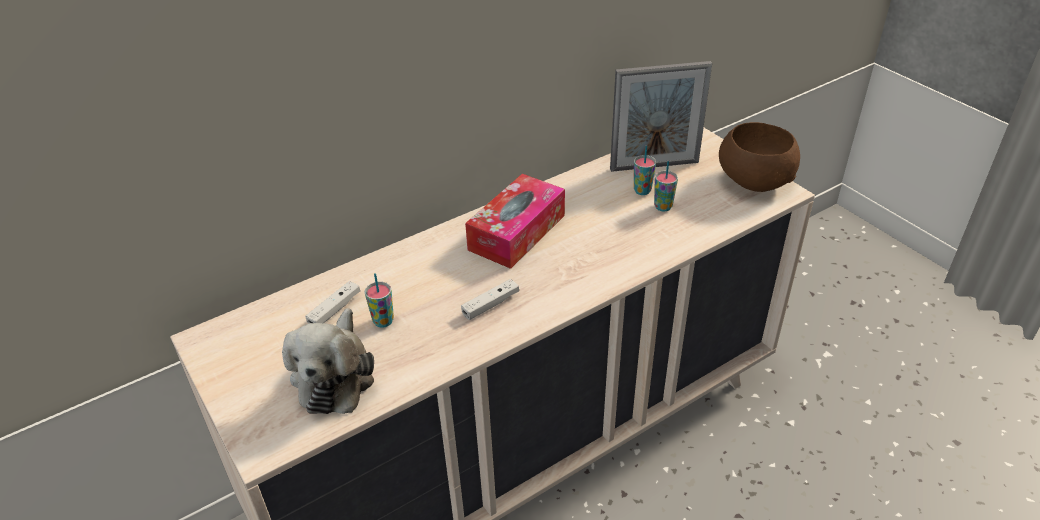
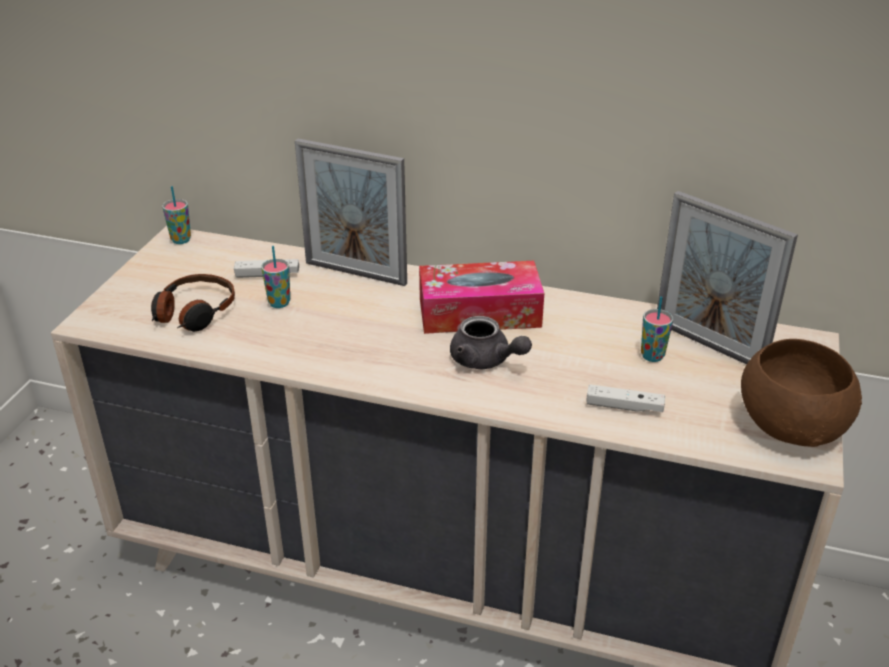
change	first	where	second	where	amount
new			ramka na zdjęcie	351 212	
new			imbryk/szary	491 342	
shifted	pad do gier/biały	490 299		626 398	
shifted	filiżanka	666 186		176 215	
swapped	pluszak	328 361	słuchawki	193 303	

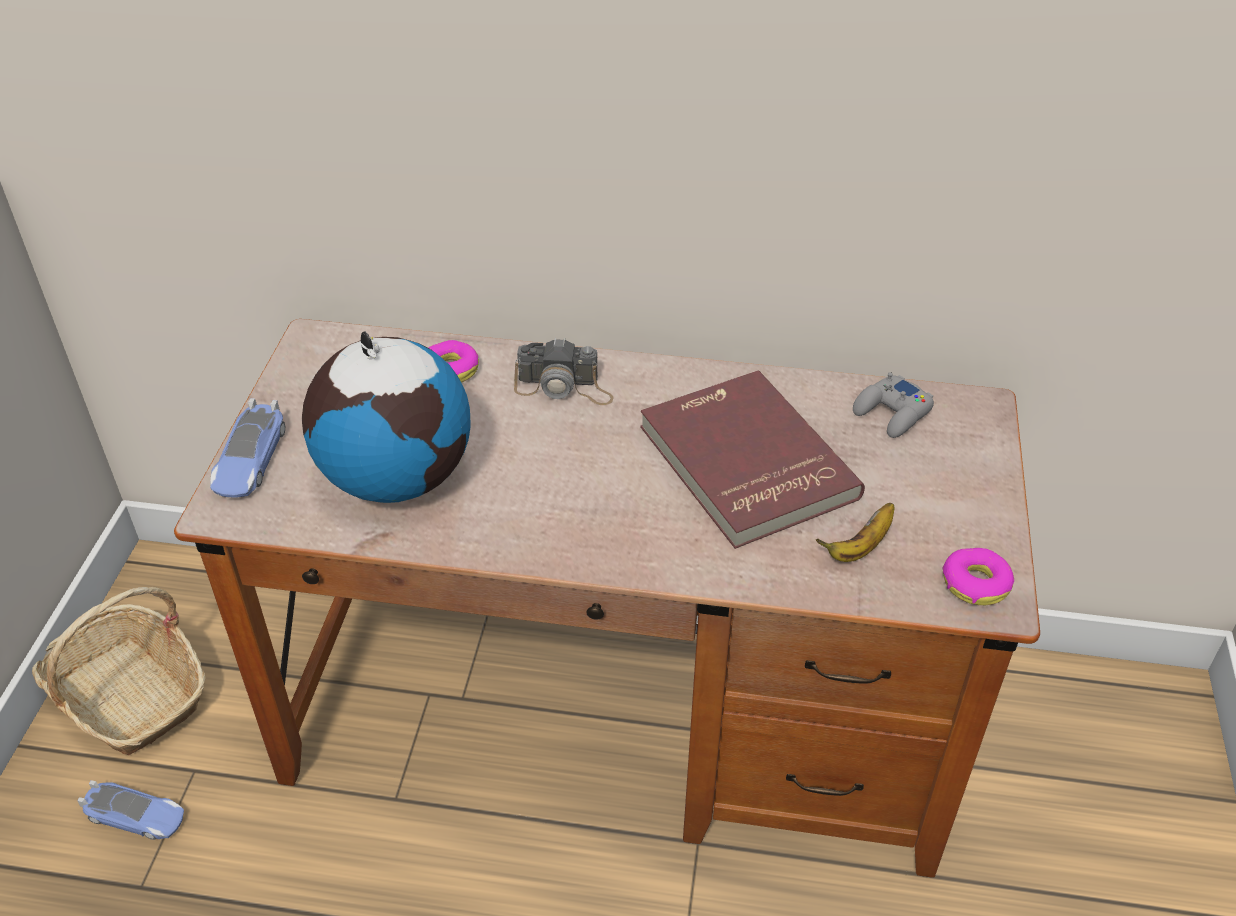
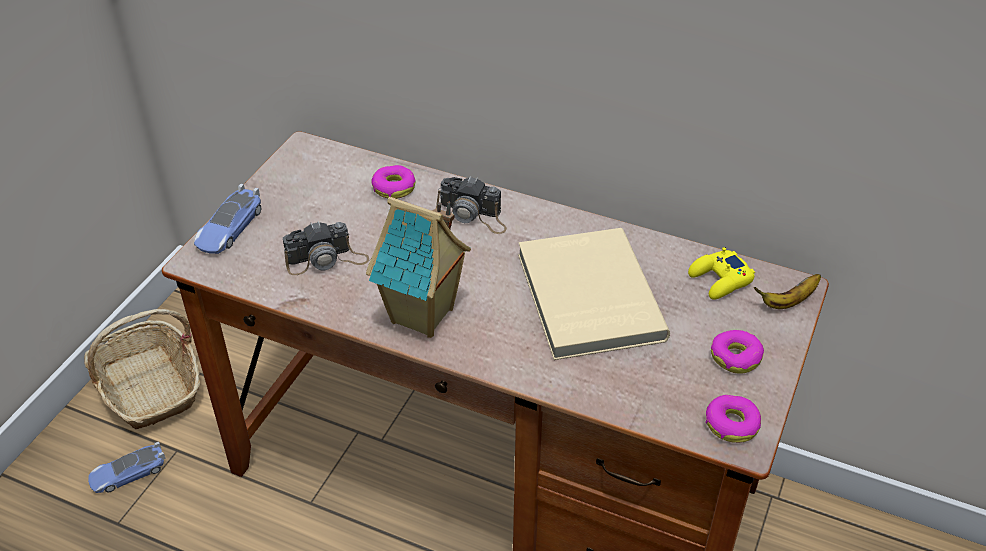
change	first	where	second	where	amount
new			domek	418 267	
new			donut	737 352	
shifted	banan	855 532		787 291	
swapped	globus	386 417	aparat fotograficzny	326 248	
repainted	książka/czerwony	752 460	książka/beżowy	594 294	
repainted	pad do gier/szary	893 405	pad do gier/żółty	721 273	
rotated	samochodzik	130 810		127 467	120 degrees clockwise

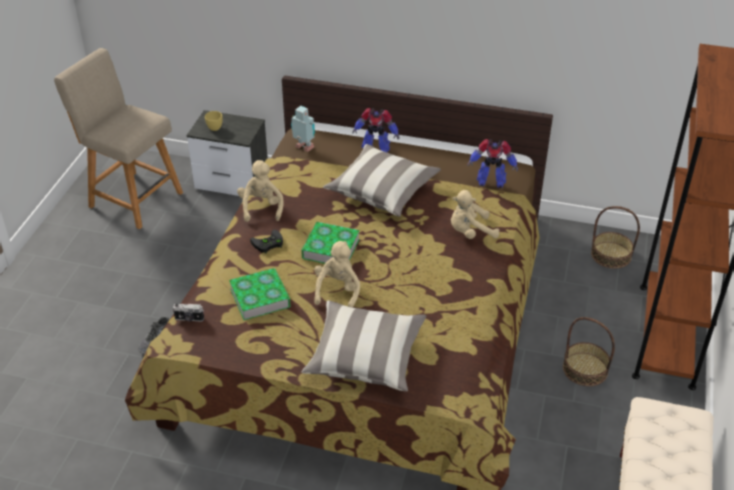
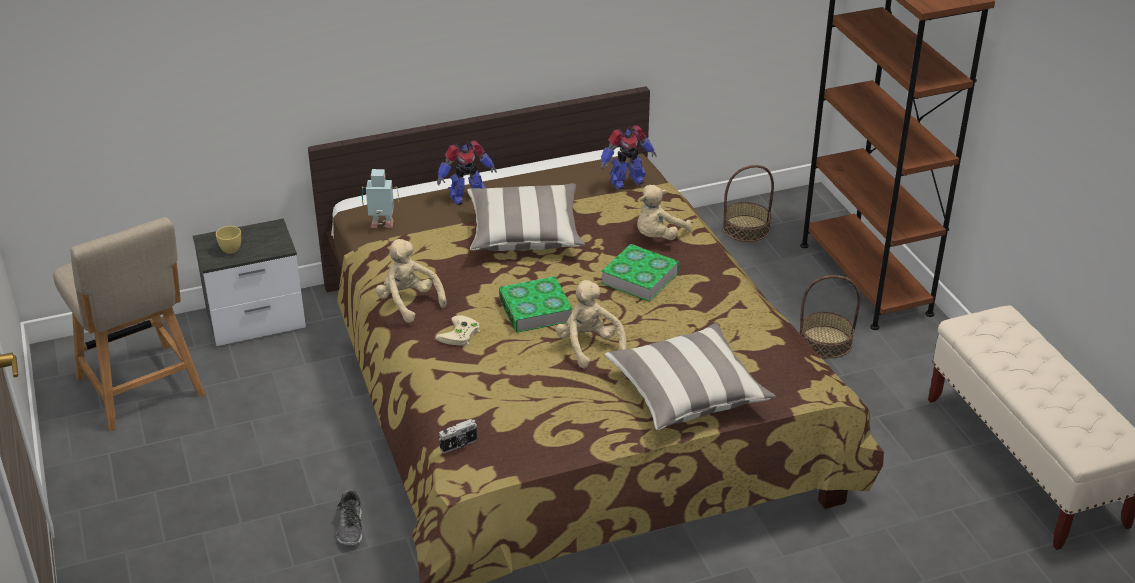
change	first	where	second	where	amount
shifted	książka	260 294		640 273	
repainted	pad do gier/czarny	266 242	pad do gier/beżowy	458 330	
rotated	krzesło/beżowy	118 138		129 324	120 degrees counterclockwise

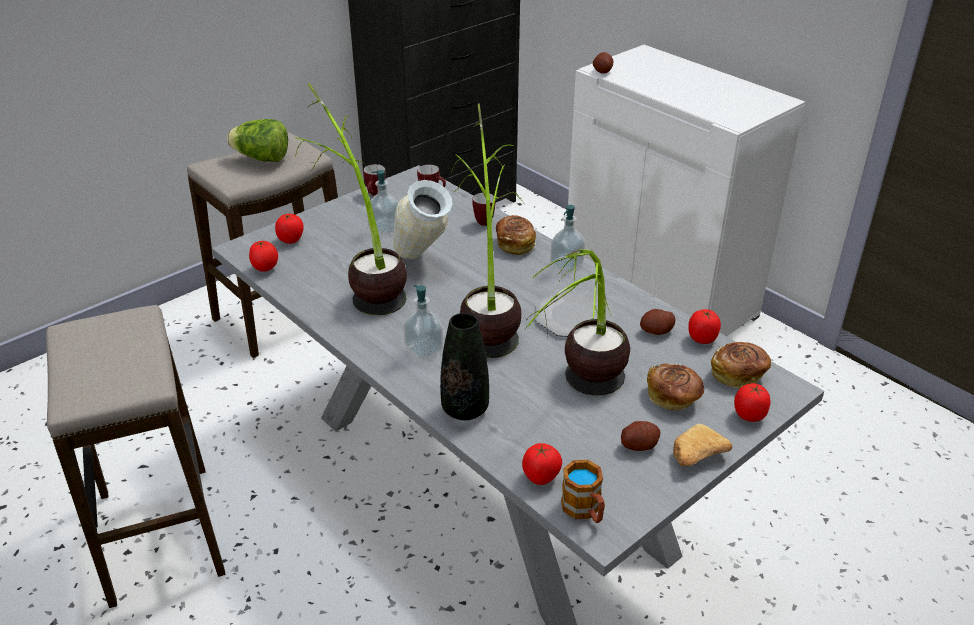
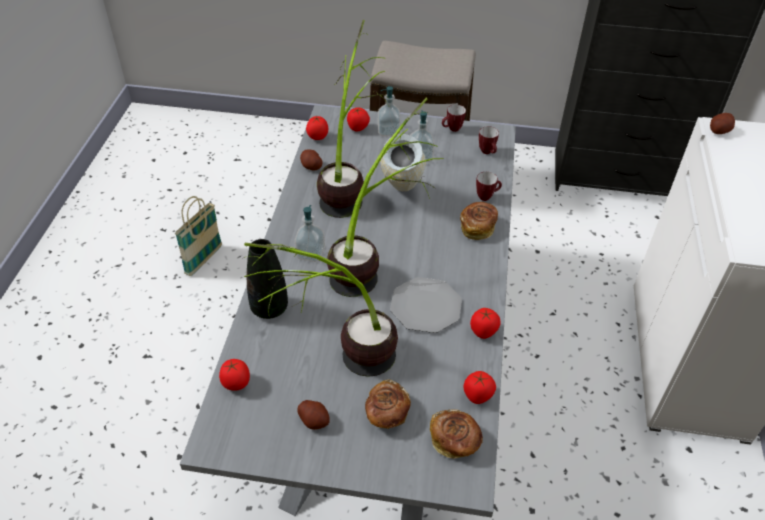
change	first	where	second	where	amount
gone	sałata	257 140			
gone	kubek	583 491			
gone	chleb	703 445			
shifted	dozownik mydła	568 238		389 111	
shifted	ziemniak	657 322		311 159	
shifted	pomidor	752 402		485 323	
swapped	stołek	135 456	koszyk	198 236	

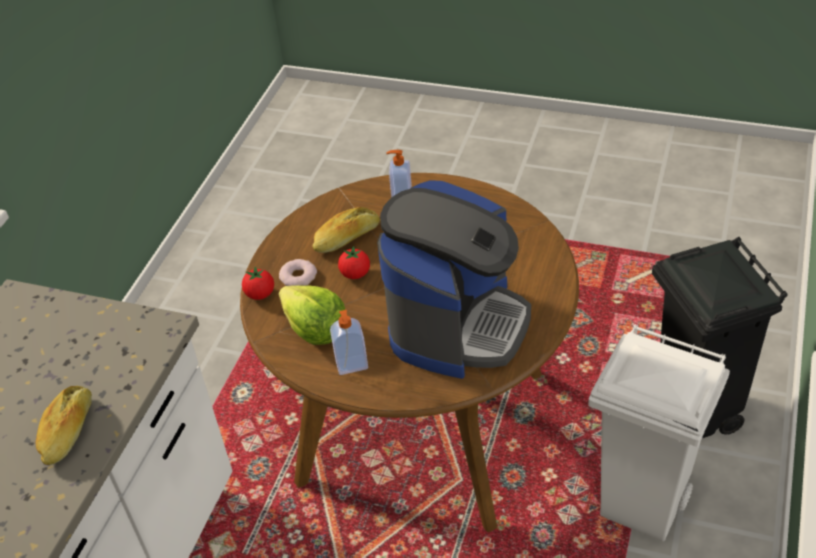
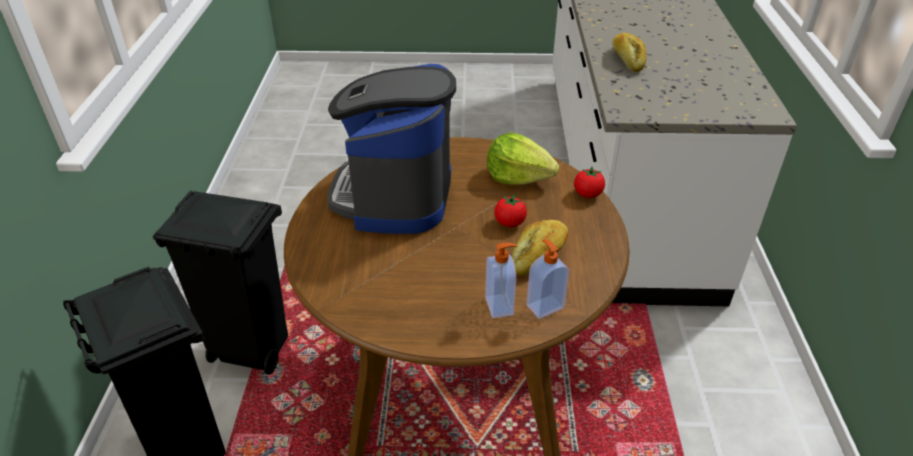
change	first	where	second	where	amount
gone	donut	298 272			
shifted	dozownik mydła	349 342		547 279	
repainted	kosz na śmieci/biały	659 433	kosz na śmieci/czarny	220 282	

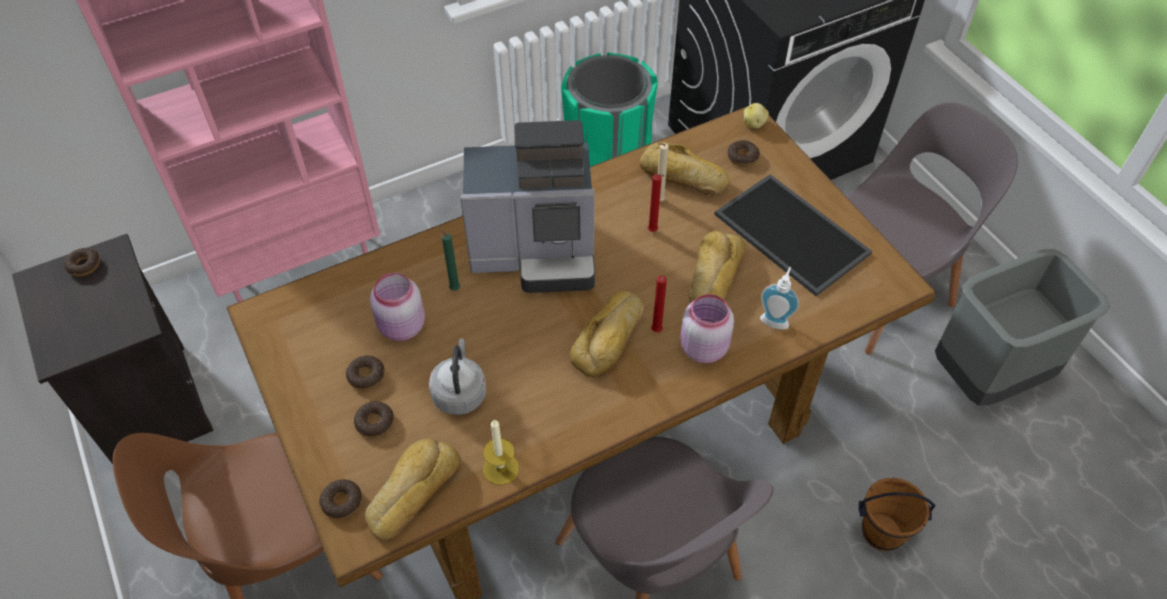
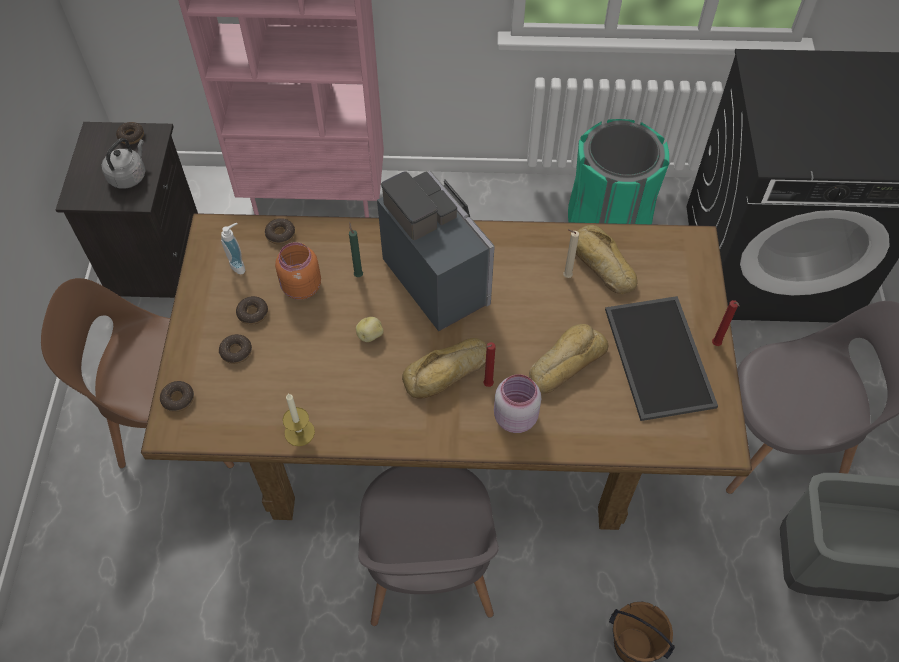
change	first	where	second	where	amount
gone	chleb	413 489			
shifted	czajnik/szary	458 377		123 163	
shifted	świeca/czerwony	656 203		726 323	
shifted	donut	743 153		280 231	
shifted	ziemniak	756 116		370 329	
shifted	dozownik mydła	779 298		233 248	
repainted	słoik/różowy	397 307	słoik/pomarańczowy	298 271	
rotated	ekspres do kawy	527 206		436 251	150 degrees counterclockwise

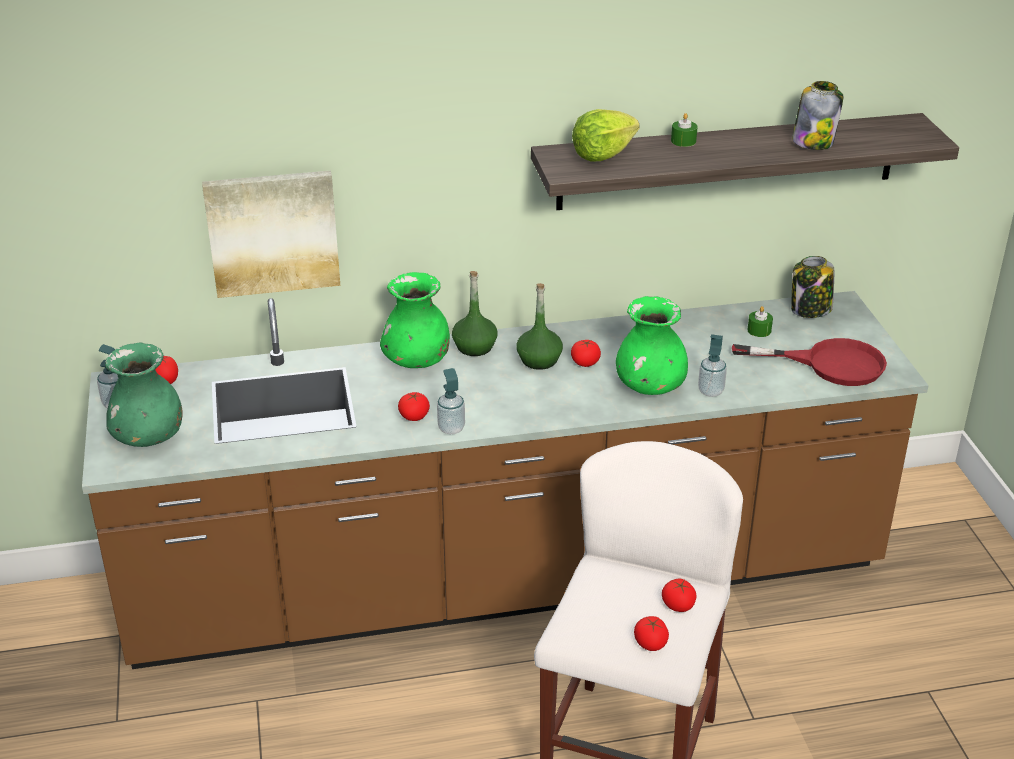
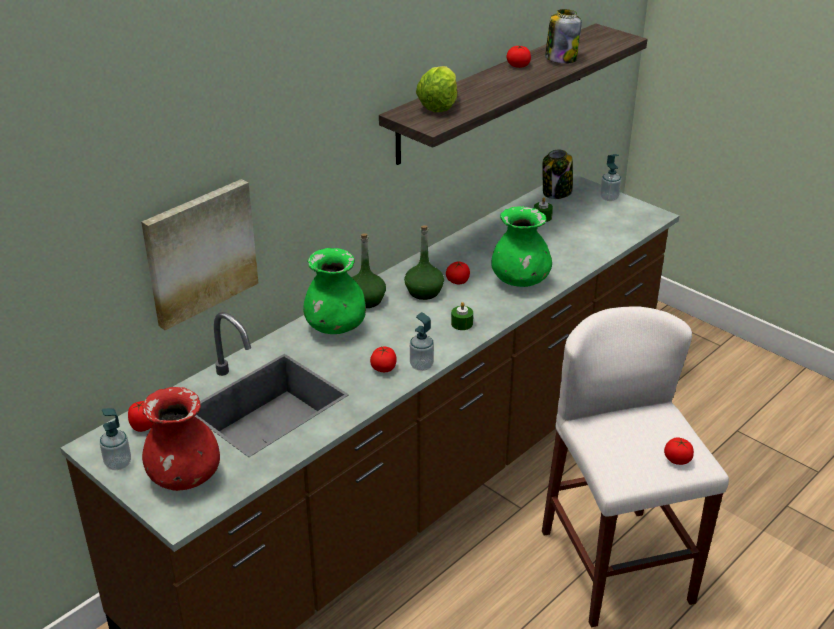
change	first	where	second	where	amount
gone	patelnia/czerwony	809 362			
shifted	pomidor	679 595		518 56	
shifted	świeca/zielony	684 130		462 316	
shifted	dozownik mydła	712 365		610 177	
repainted	wazon/zielony	144 395	wazon/czerwony	181 439	

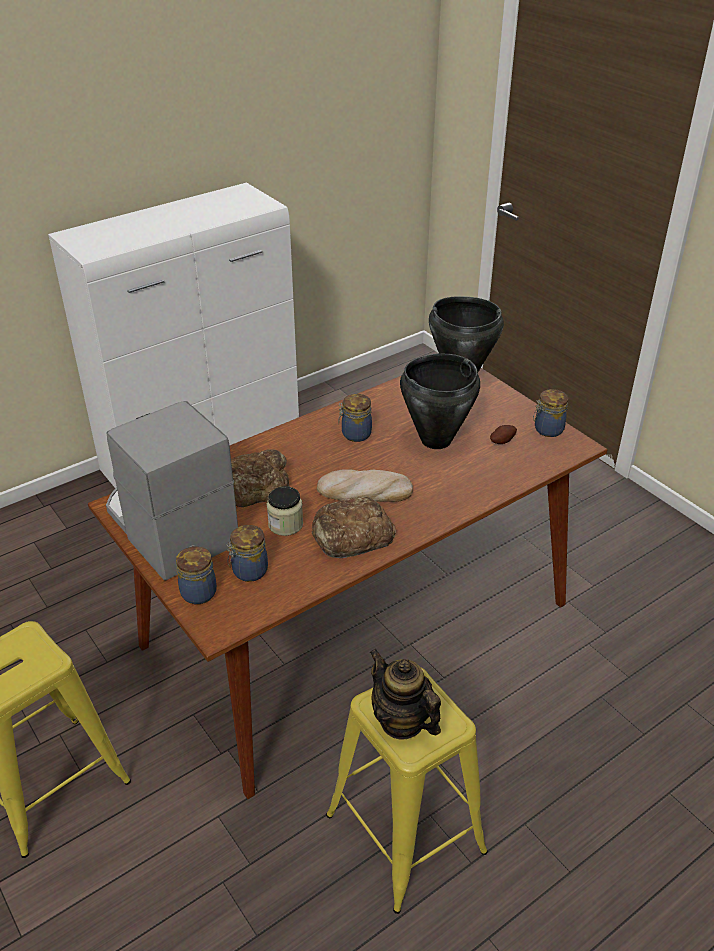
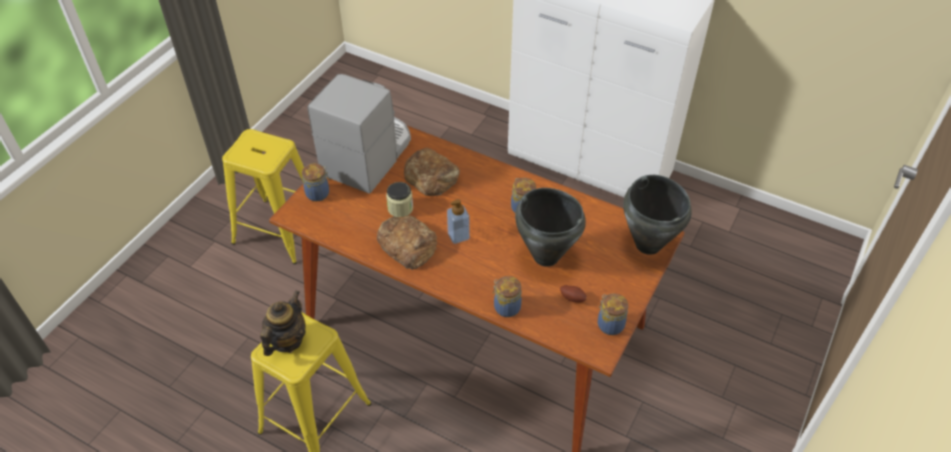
change	first	where	second	where	amount
shifted	słoik	247 553		507 296	
swapped	chleb	365 485	dozownik mydła	458 221	

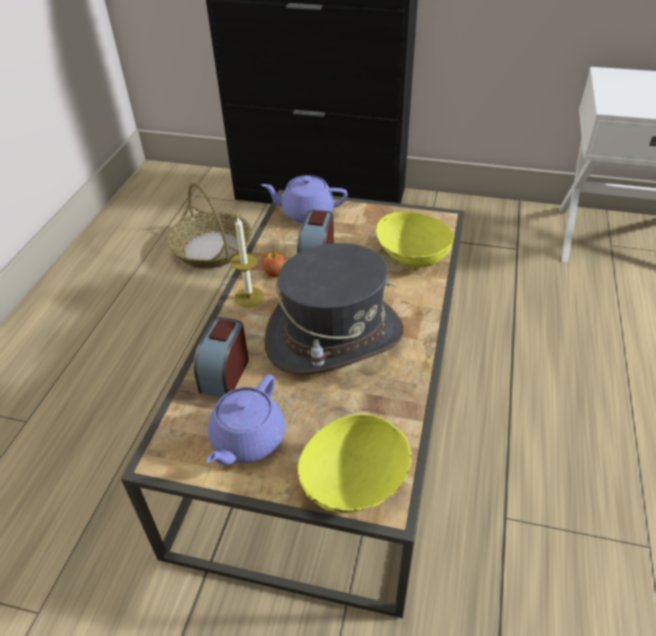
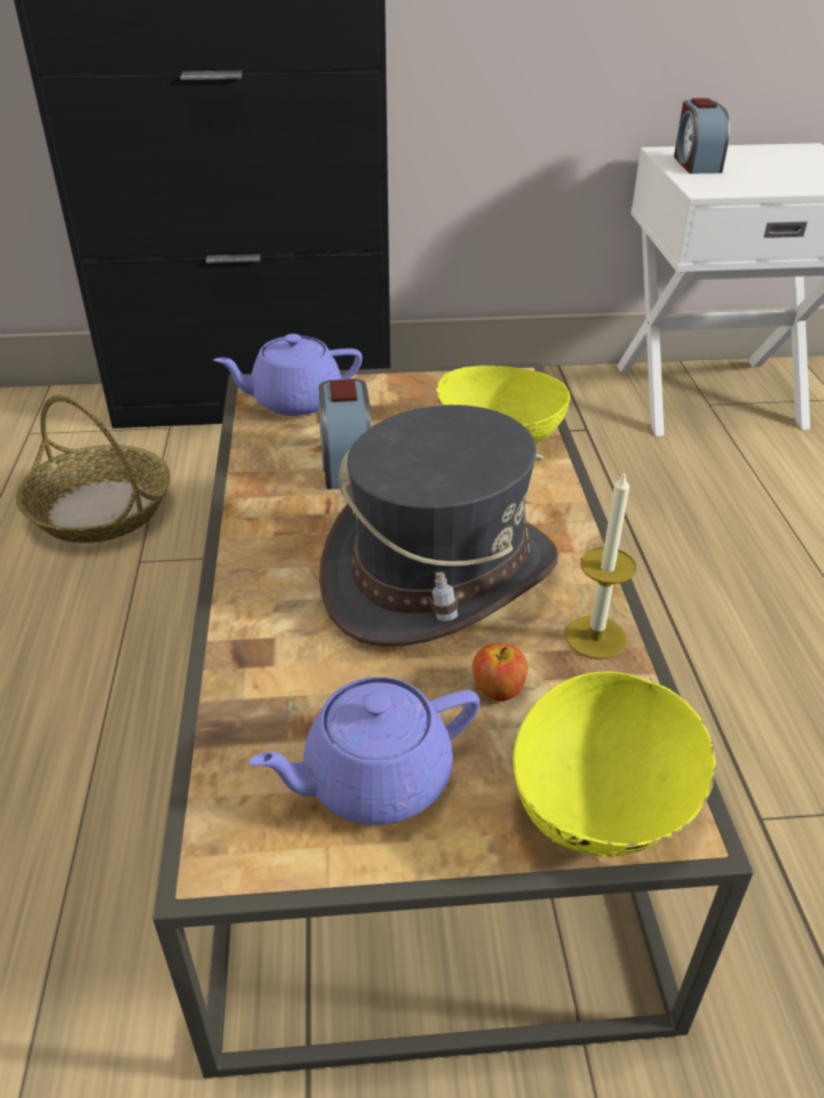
change	first	where	second	where	amount
shifted	budzik	221 357		702 136	
shifted	świeca	247 262		601 565	
shifted	jabłko	274 264		500 672	
rotated	imbryk/fioletowy	245 420		364 751	60 degrees clockwise

